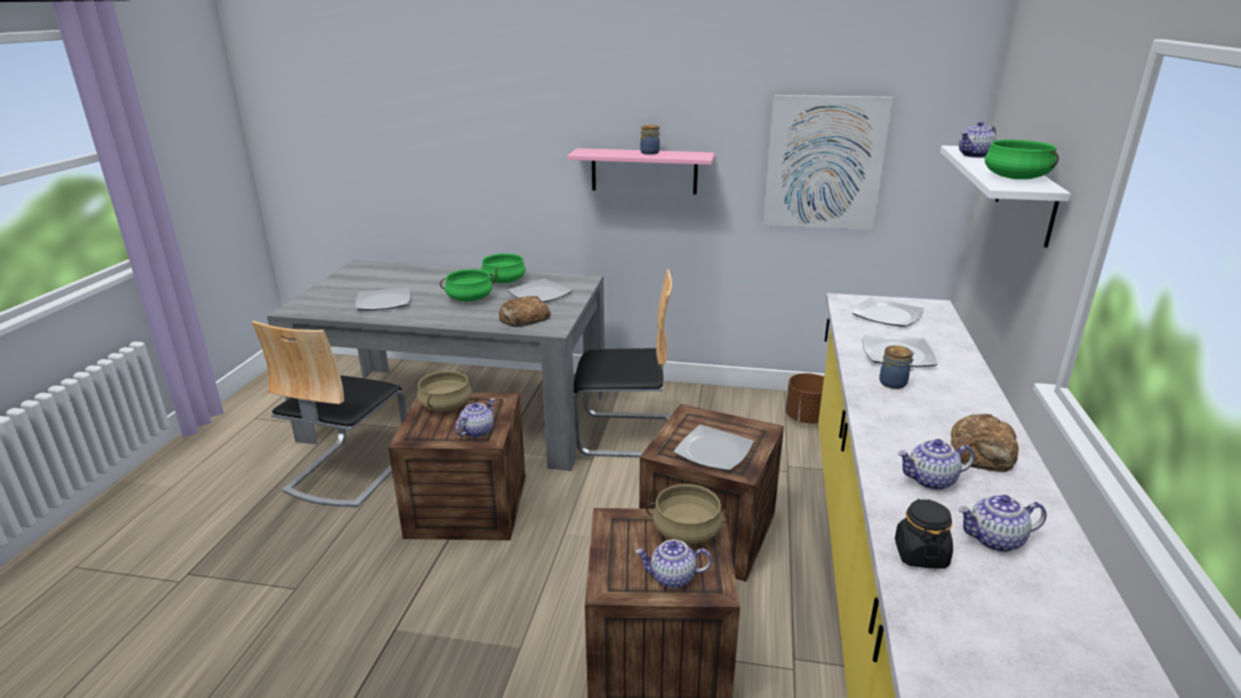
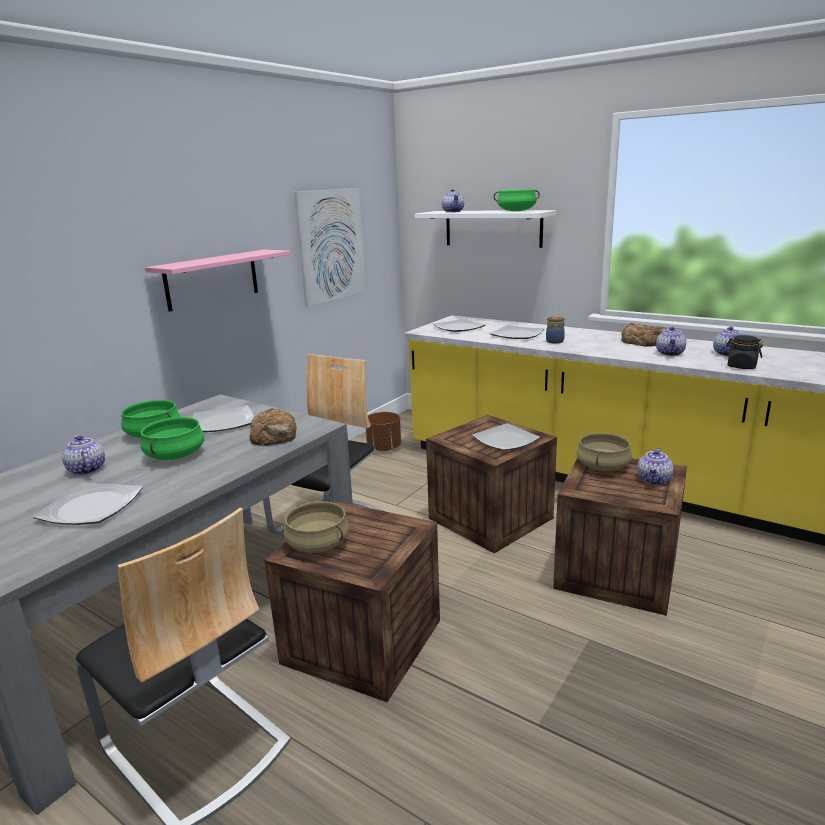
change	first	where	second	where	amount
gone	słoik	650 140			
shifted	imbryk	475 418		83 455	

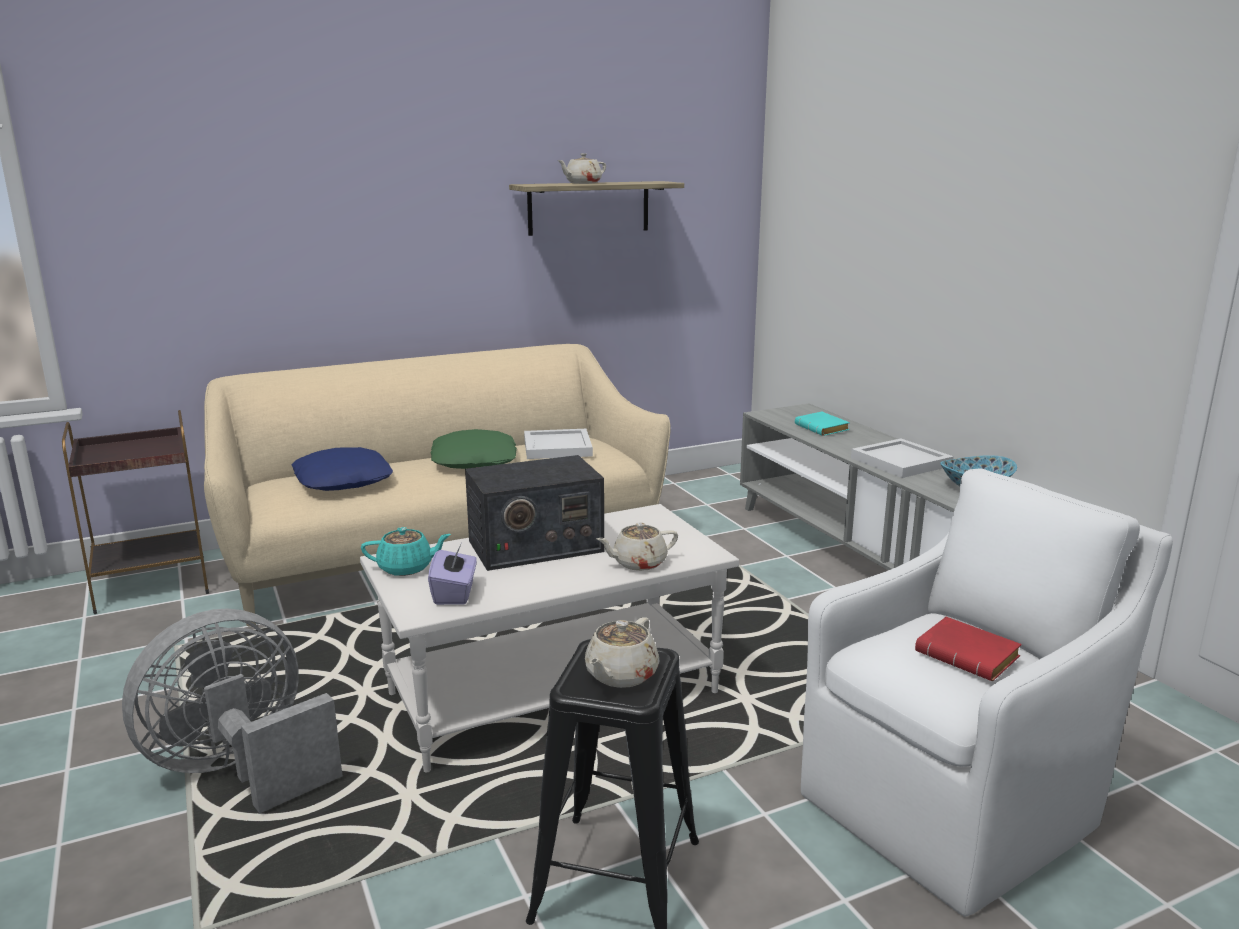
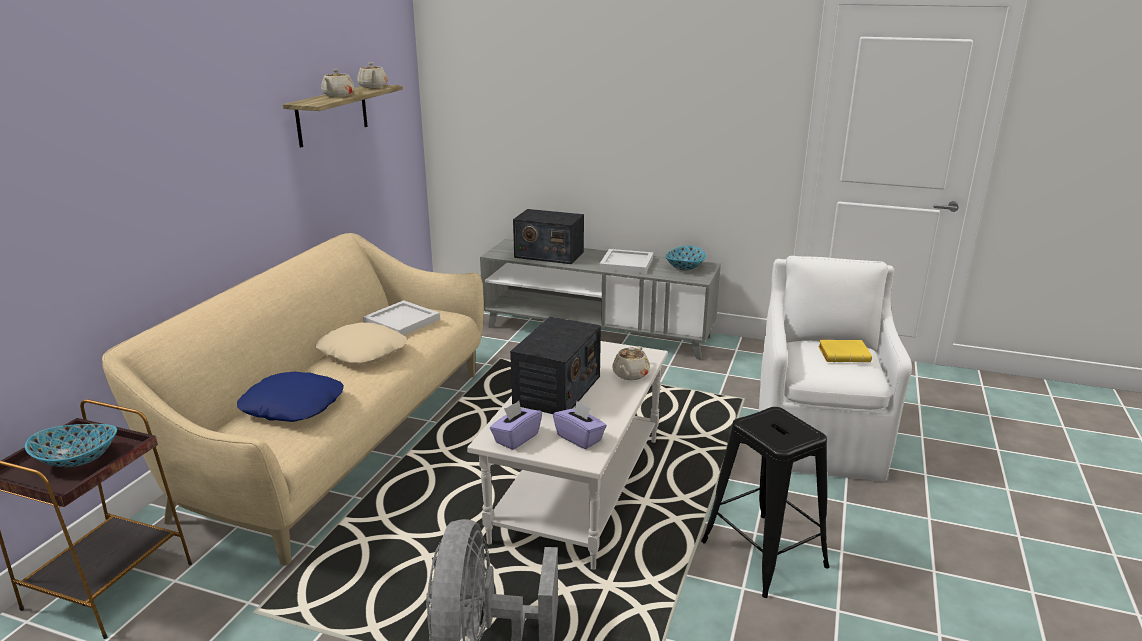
change	first	where	second	where	amount
new			miska	71 445	
shifted	imbryk/beżowy	622 652		372 75	
swapped	imbryk/turkusowy	406 551	pudełko chusteczek/fioletowy	516 425	
swapped	książka/turkusowy	822 423	radio	548 236	
repainted	poduszka/zielony	473 449	poduszka/beżowy	361 343	
repainted	książka/czerwony	968 649	książka/żółty	845 351	

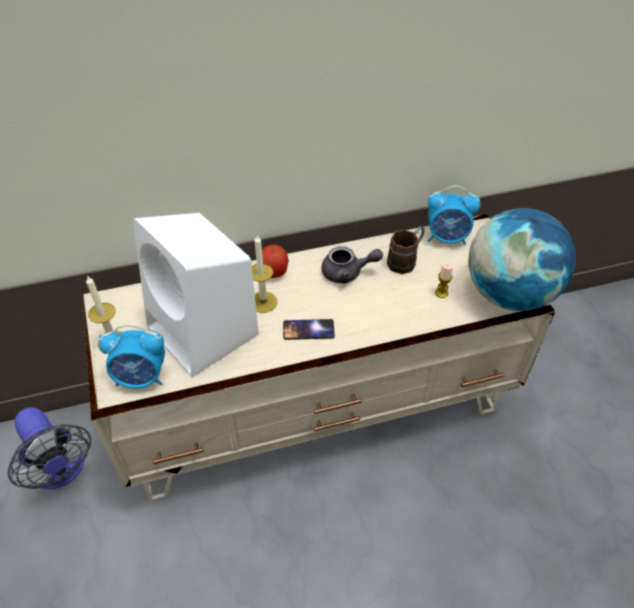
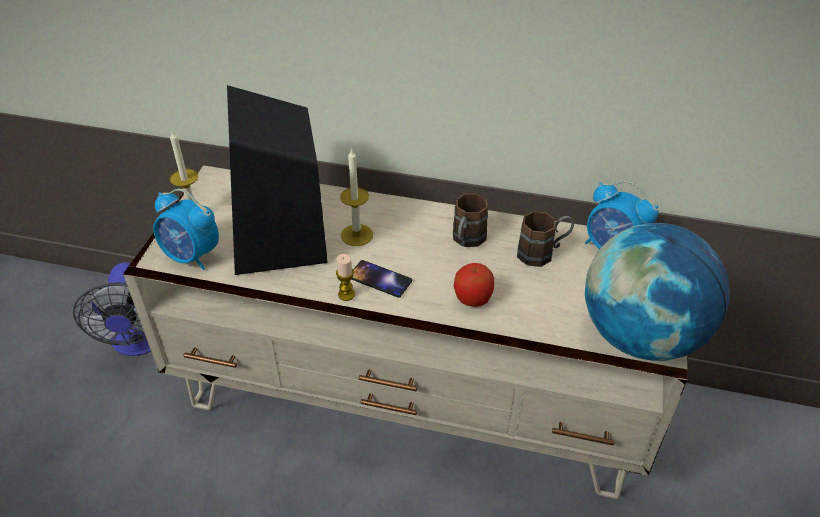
change	first	where	second	where	amount
shifted	jabłko	275 261		474 285	
shifted	świeca	444 280		345 277	
swapped	imbryk/szary	352 265	kubek/brązowy	470 220	
repainted	głośnik/biały	196 295	głośnik/czarny	277 180	

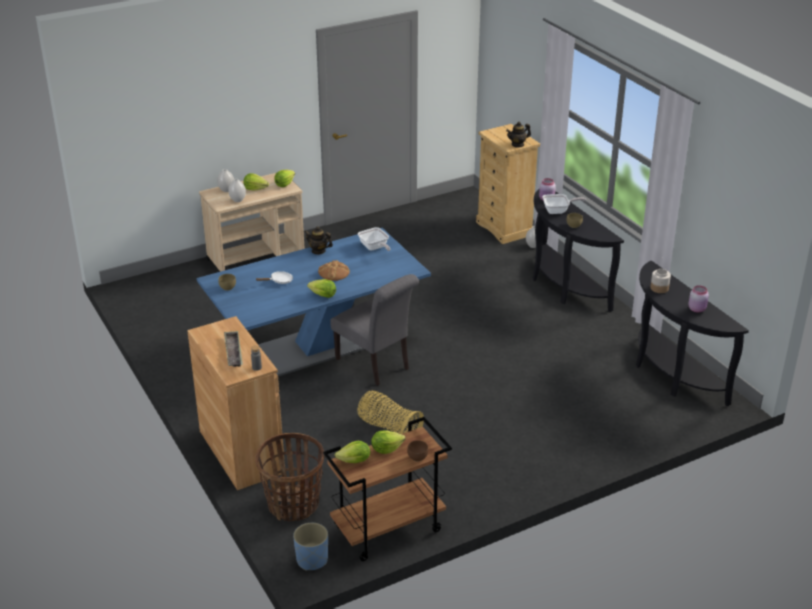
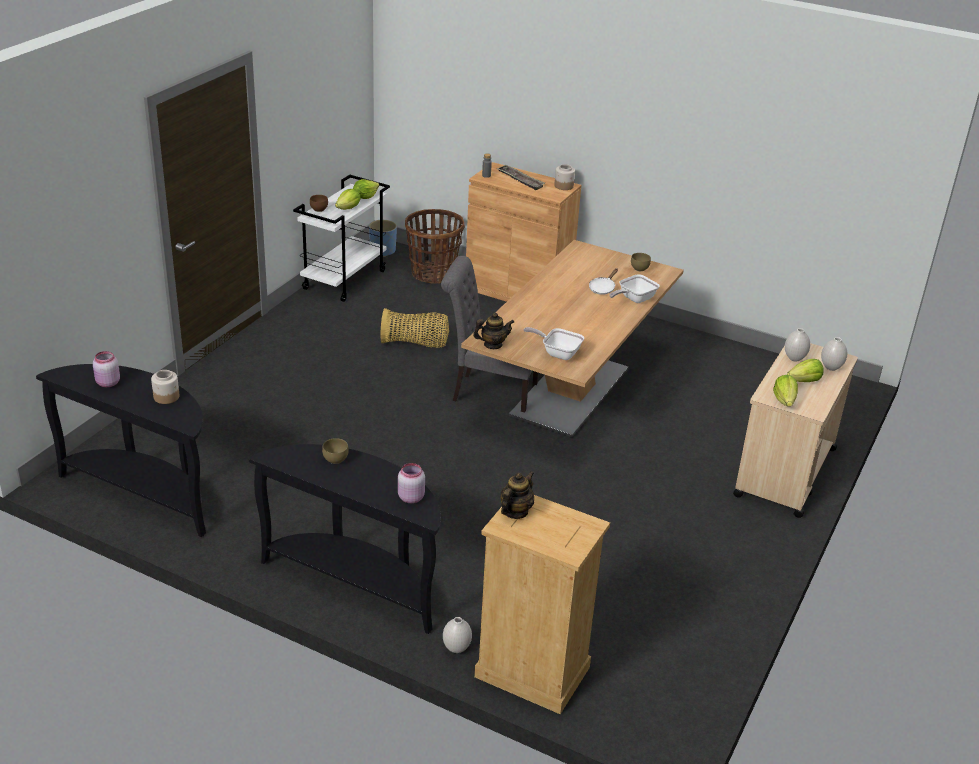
change	first	where	second	where	amount
gone	sałata	321 288			
gone	chleb	334 270			
new			słoik	564 177	
shifted	imbryk	318 240		493 330	
shifted	patelnia	564 204		634 288	
repainted	stół jadalny/niebieski	314 302	stół jadalny/beżowy	572 338	
repainted	wózek/brązowy	387 489	wózek/biały	341 238	

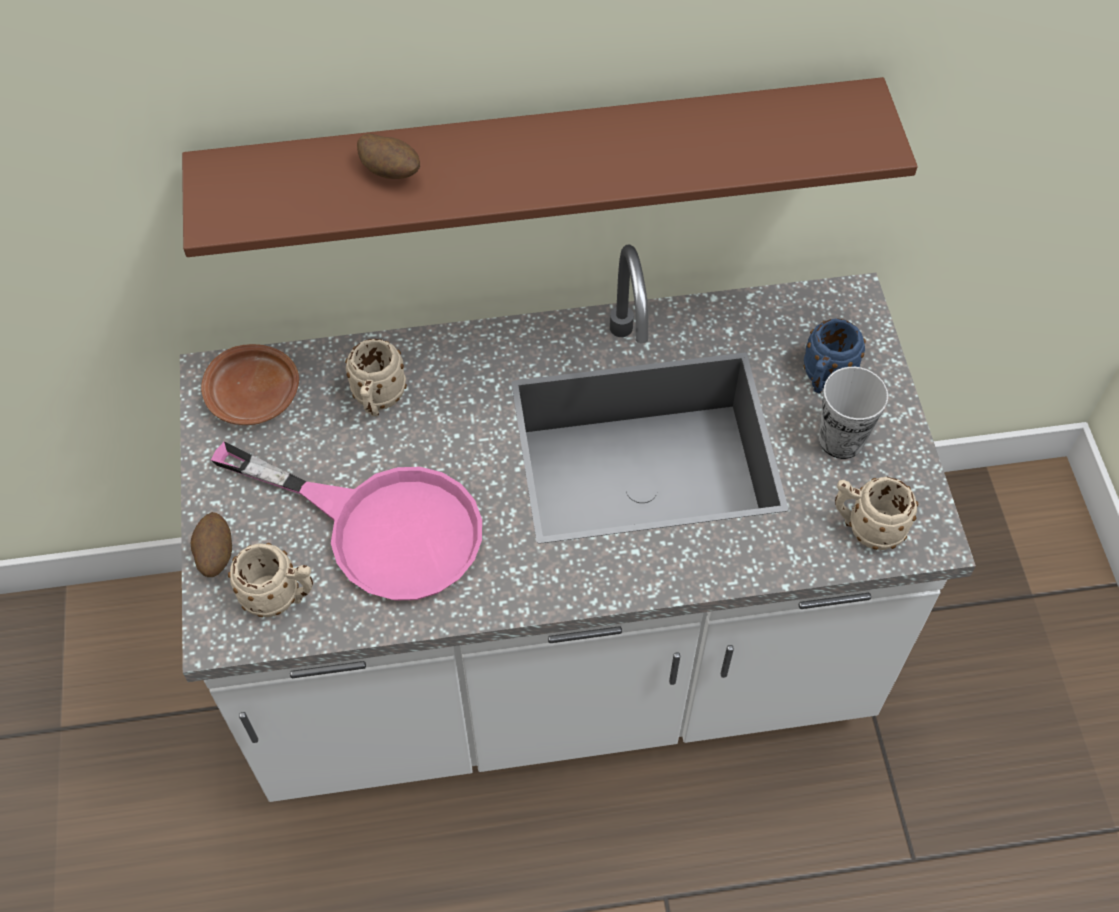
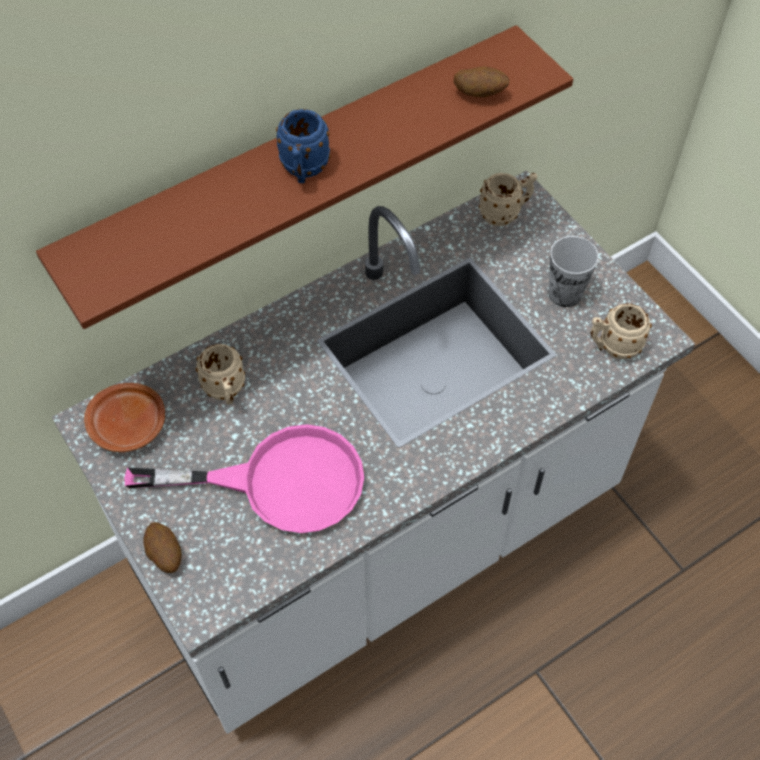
change	first	where	second	where	amount
shifted	kubek/beżowy	270 580		508 199	
shifted	ziemniak	388 156		481 81	
shifted	kubek/niebieski	835 355		303 146	

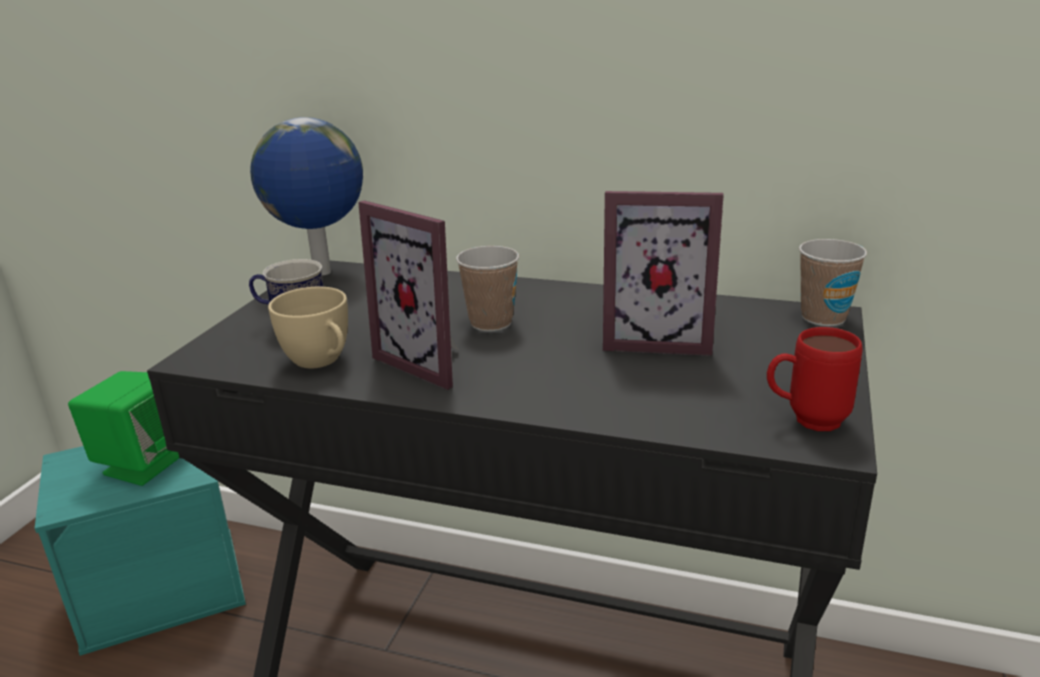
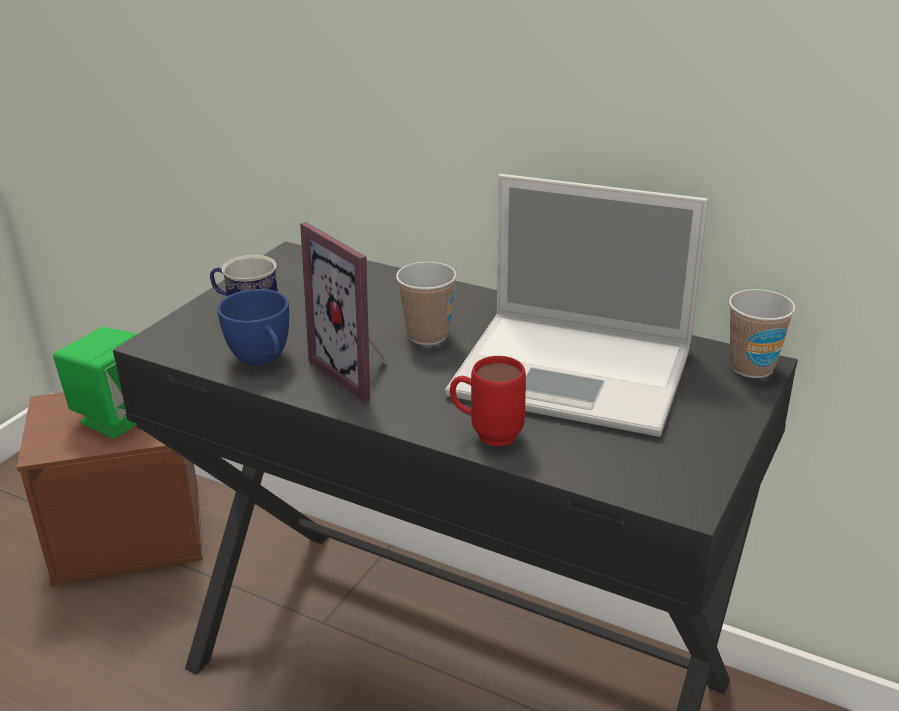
change	first	where	second	where	amount
gone	globus	306 196			
shifted	kubek/czerwony	814 379		488 401	
swapped	ramka na zdjęcie	663 273	laptop	576 305	
repainted	pojemnik do przechowywania/turkusowy	140 551	pojemnik do przechowywania/brązowy	110 489	
repainted	filiżanka/beżowy	308 327	filiżanka/niebieski	253 327	

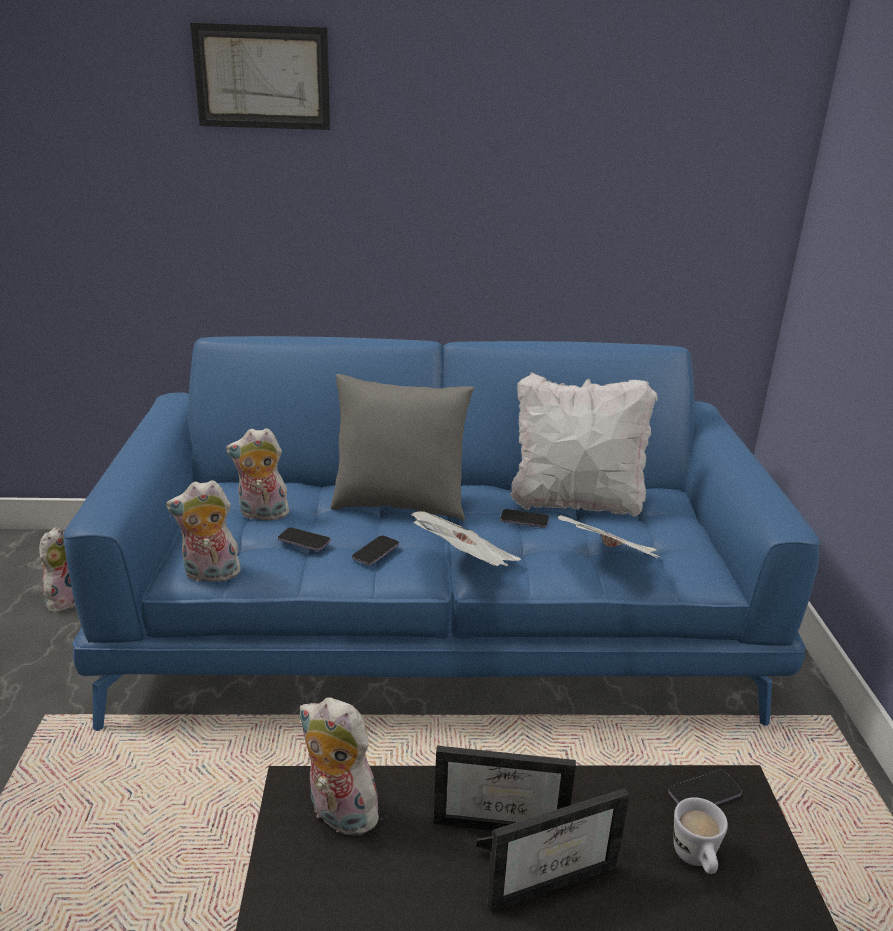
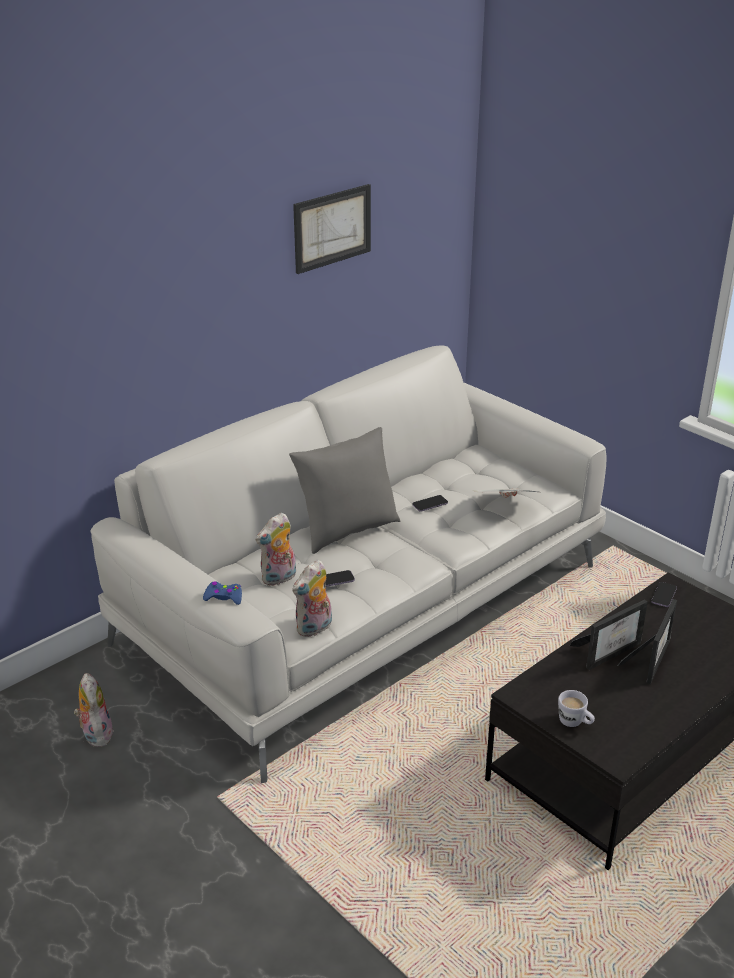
change	first	where	second	where	amount
gone	pluszak	342 766			
gone	telefon	375 550			
gone	gazeta	466 538			
gone	poduszka/biały	584 444			
new			pad do gier/niebieski	222 593	
shifted	obraz	260 76		332 229	
shifted	kubek/biały	701 835		576 708	
repainted	kanapa/niebieski	442 533	kanapa/biały	348 564	

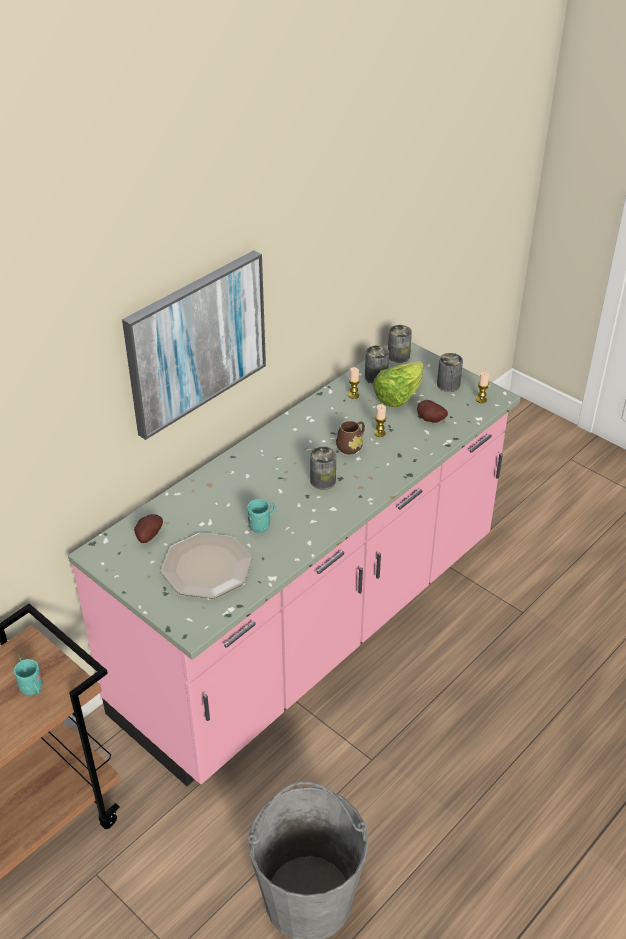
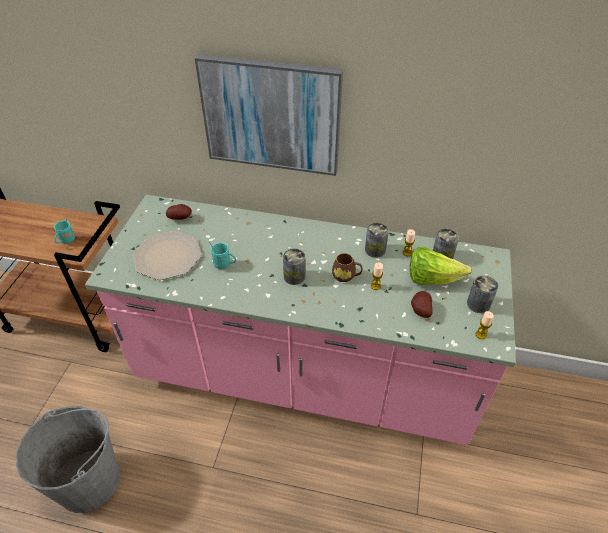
change	first	where	second	where	amount
shifted	puszka	400 344		377 240	

